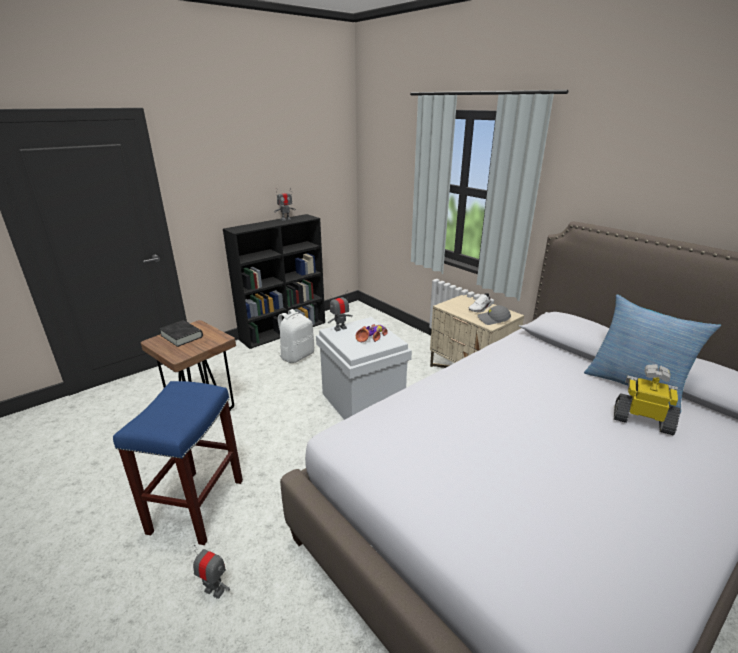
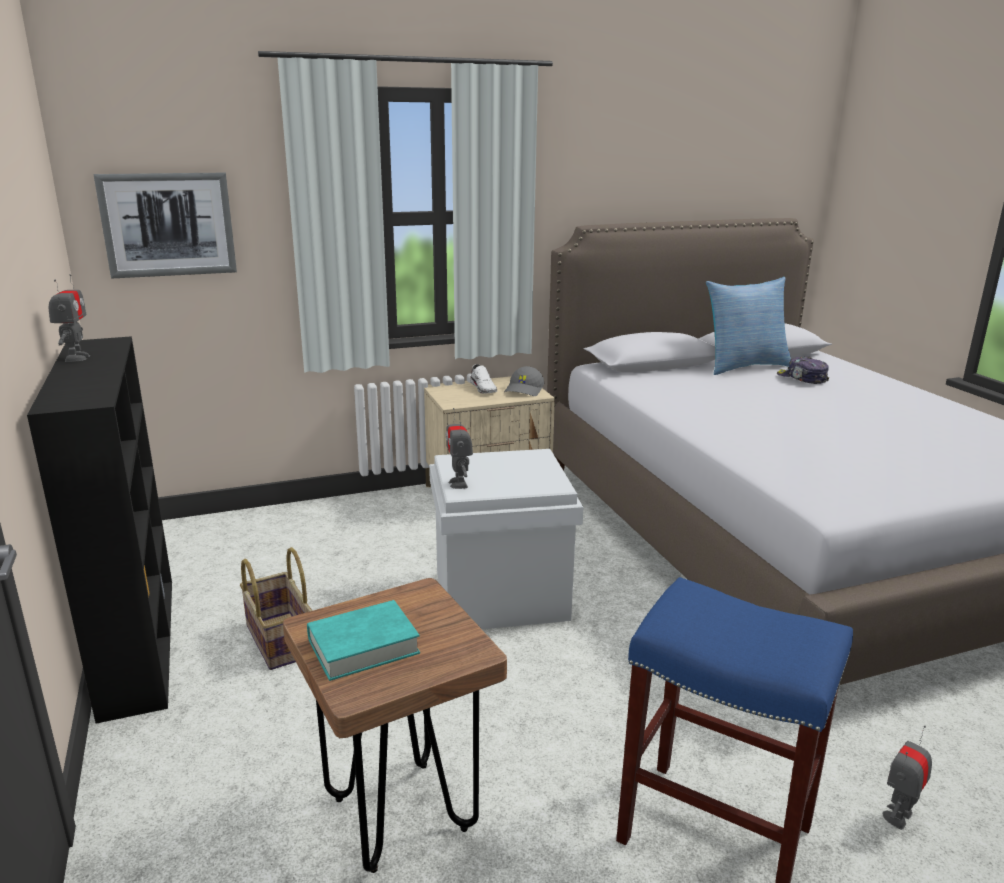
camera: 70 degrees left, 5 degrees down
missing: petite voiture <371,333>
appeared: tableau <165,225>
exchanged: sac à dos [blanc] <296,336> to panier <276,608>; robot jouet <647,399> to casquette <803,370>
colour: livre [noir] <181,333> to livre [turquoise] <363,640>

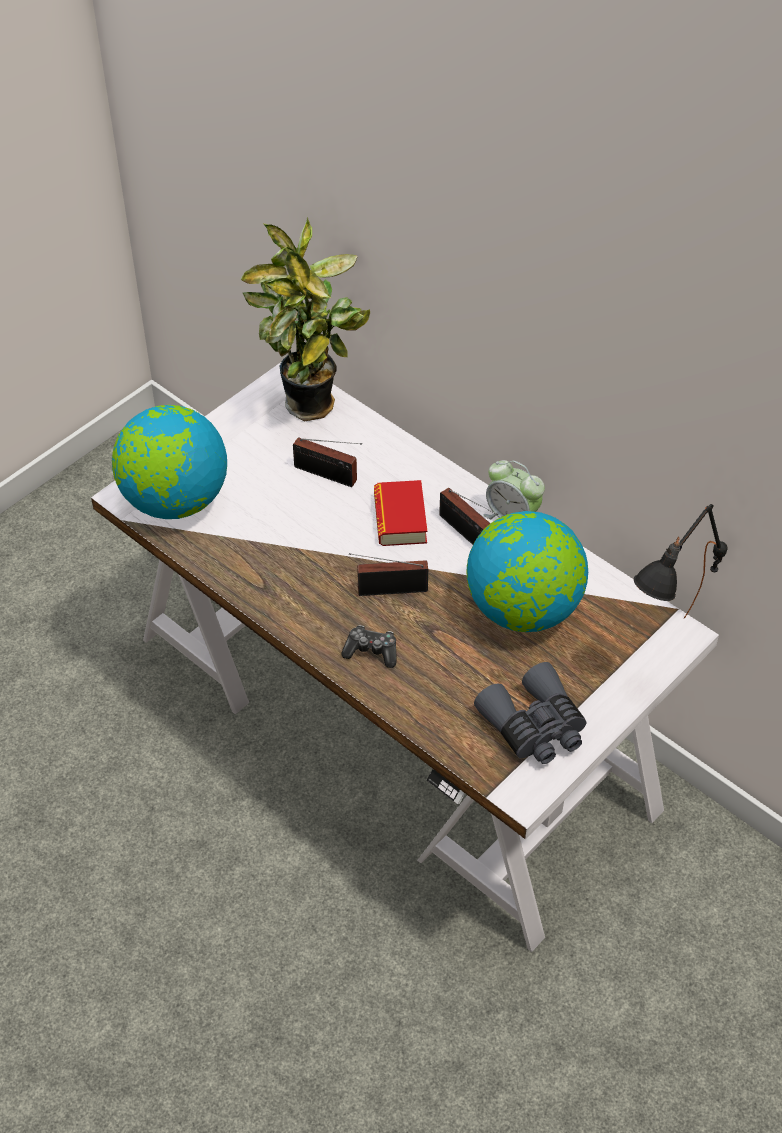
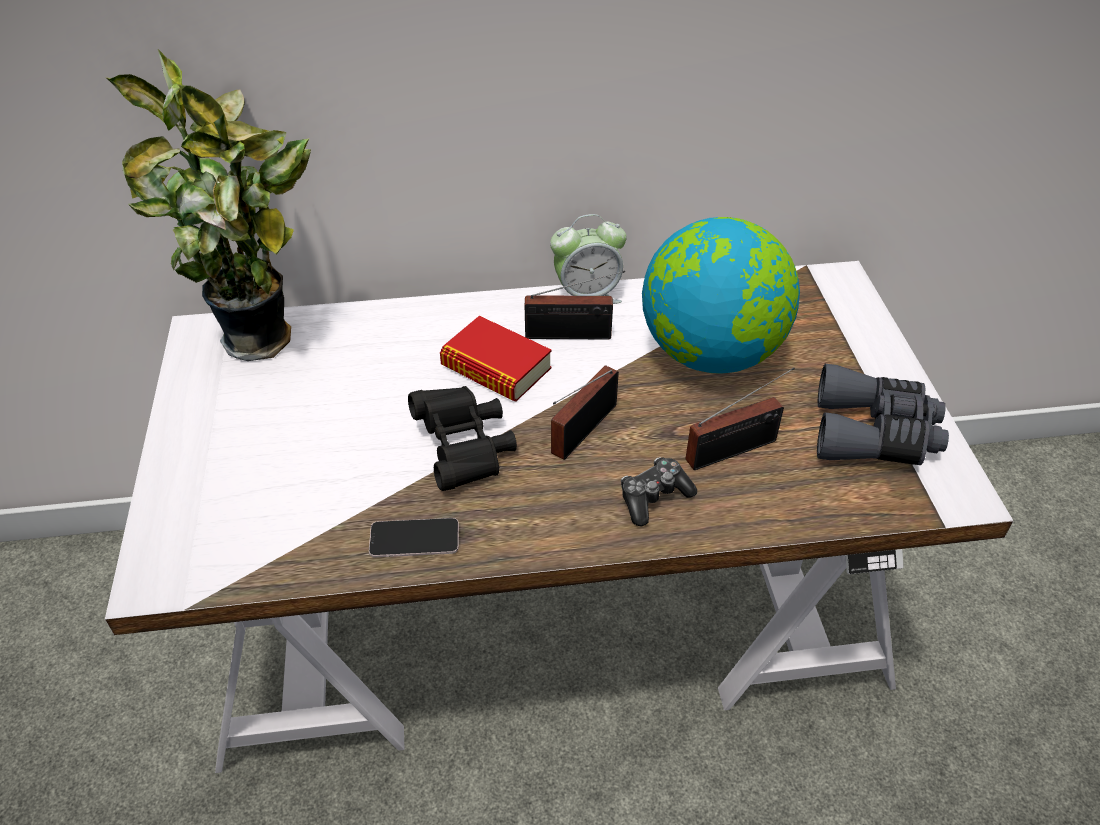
camera: 50 degrees left, 5 degrees down
missing: globe <169,462>; lampe de table [noir] <680,561>
appeared: téléphone <414,537>; jumelles [noir] <462,438>
relocated: radio <327,462> to <740,418>

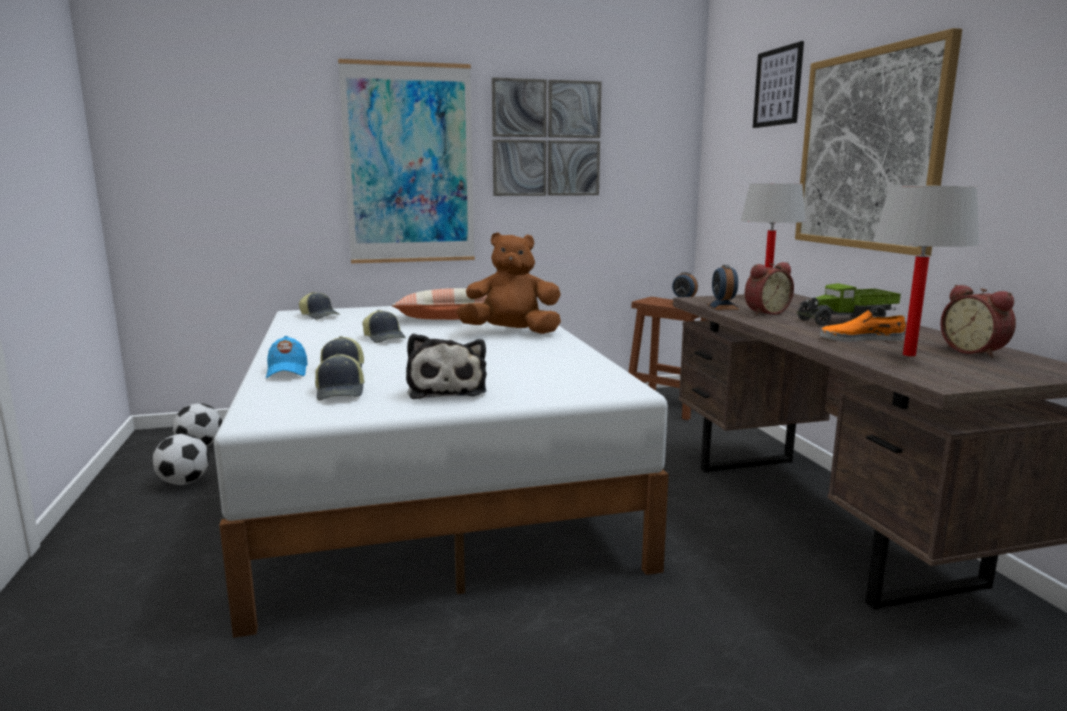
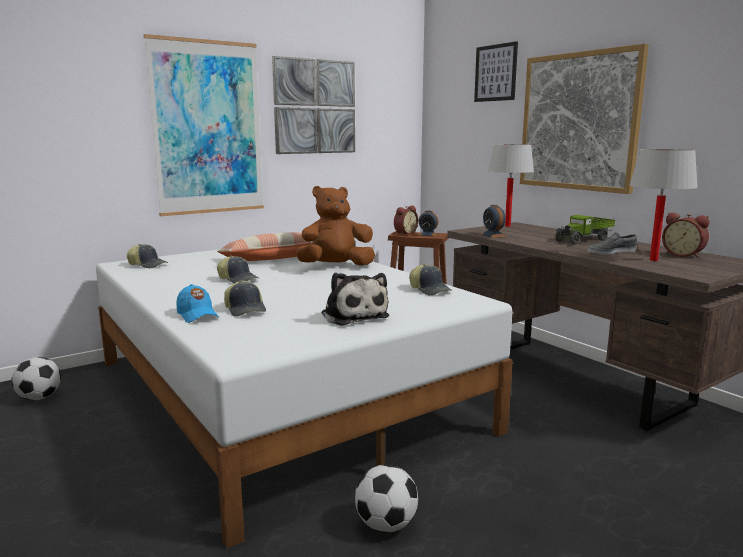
camera: 20 degrees left, 0 degrees up
relocated: ballon de foot <180,459> to <386,499>; réveil <769,288> to <406,220>; casquette <340,377> to <430,279>
colour: chaussure [orange] <863,326> to chaussure [gris] <612,243>

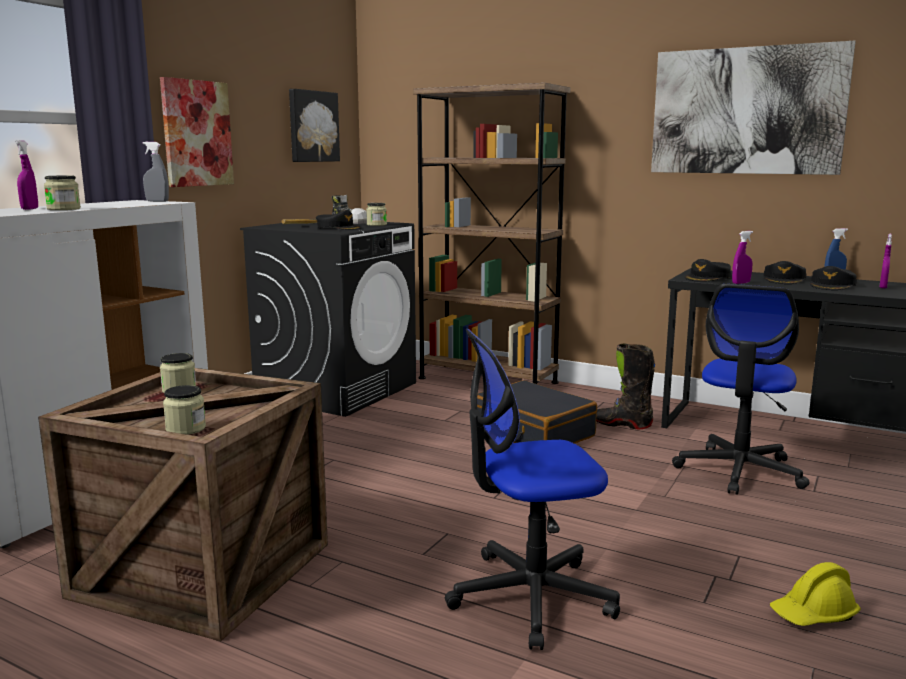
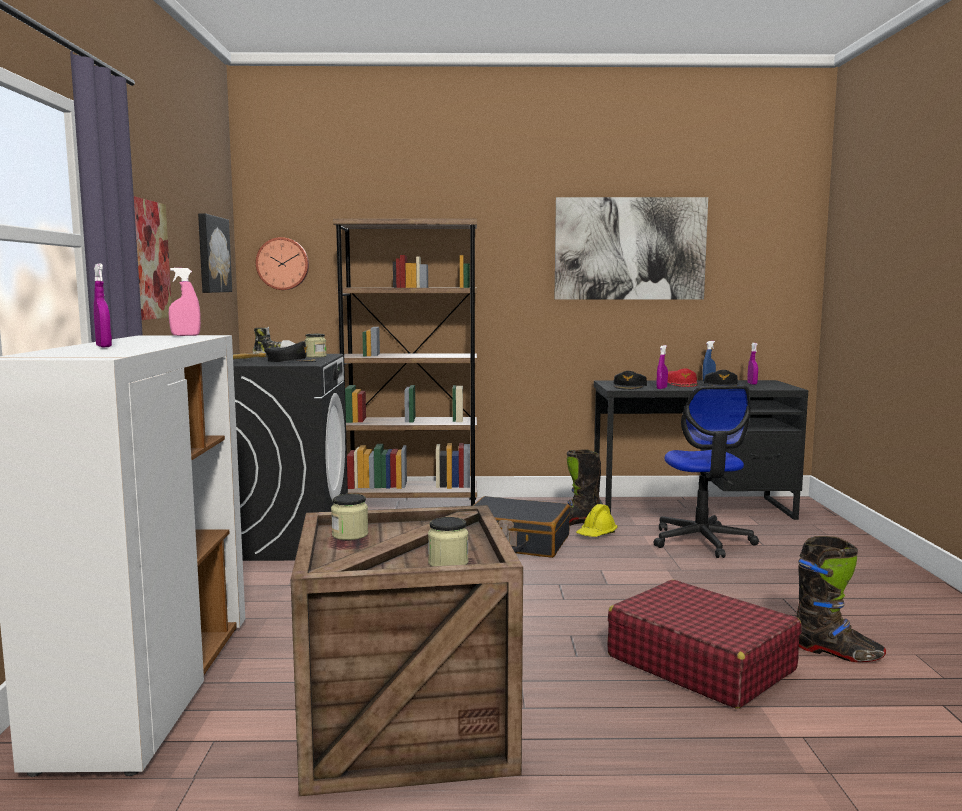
camera: 30 degrees left, 5 degrees down
missing: bocal <62,193>
appeared: horloge murale <282,263>; botte [noir] <840,599>
relocated: casque de chantier [jaune] <815,594> to <597,520>
exchanged: chaise de bureau <532,489> to valise [rouge] <704,644>
colour: vaporisateur [gris] <156,172> to vaporisateur [rose] <185,302>; casquette [noir] <785,272> to casquette [rouge] <683,377>

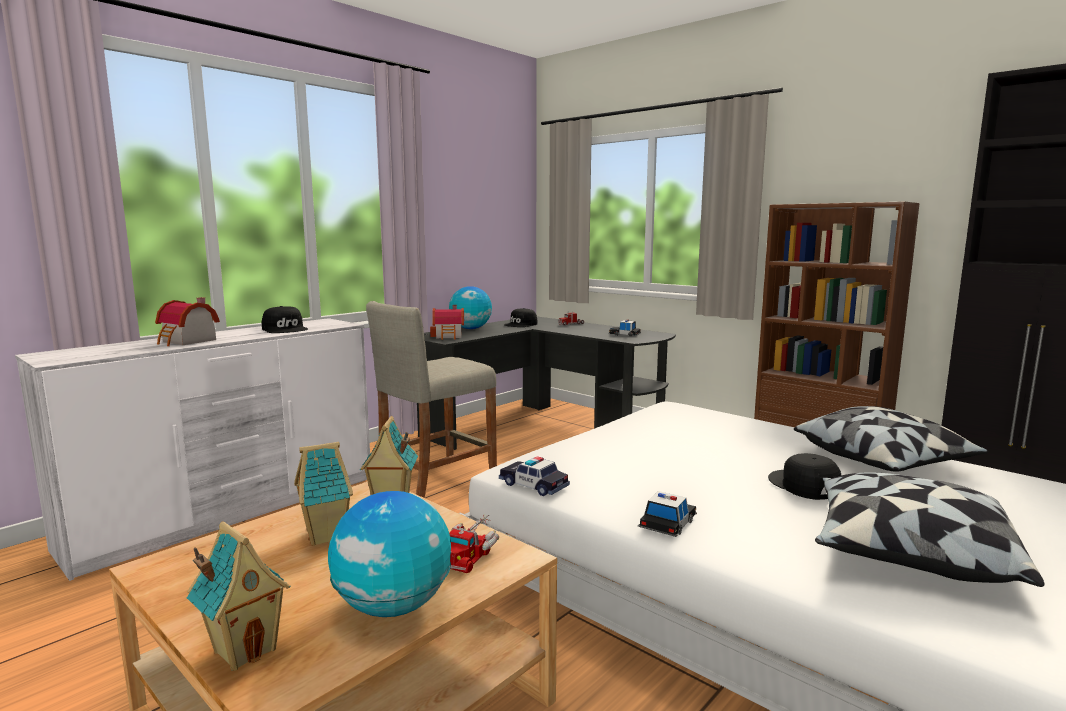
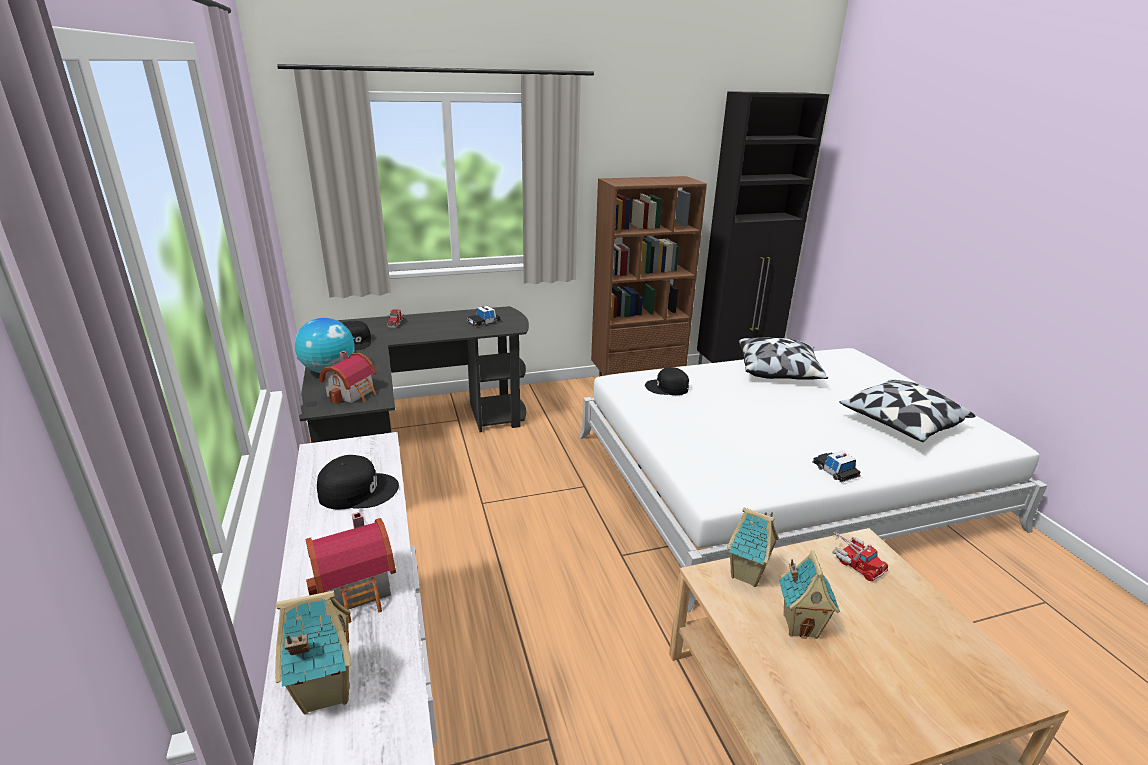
camera: 60 degrees left, 15 degrees up
missing: globe <389,554>; tabouret [beige] <431,399>; petite voiture <534,476>
relocated: maison miniature <239,596> to <313,652>; casquette [noir] <804,476> to <667,381>

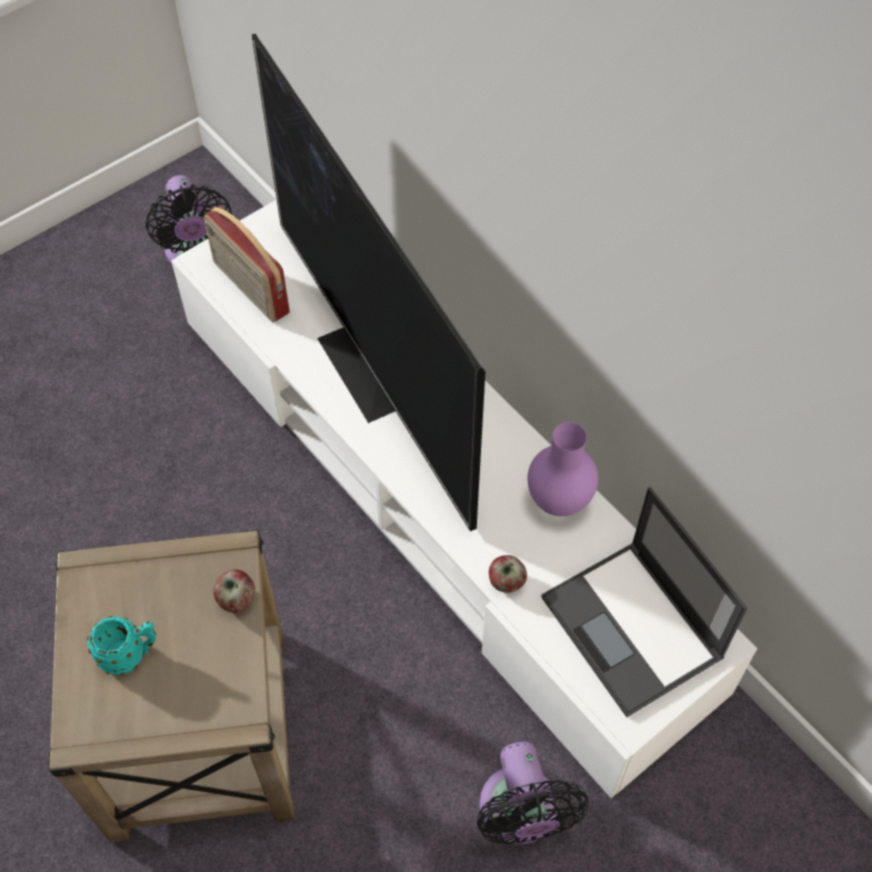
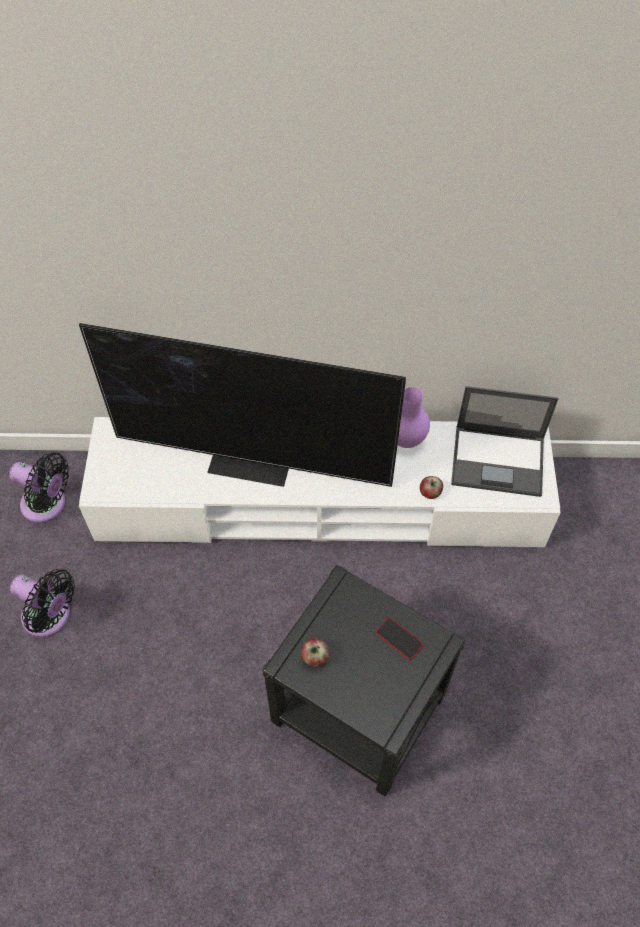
camera: 50 degrees left, 0 degrees up
missing: mug [turquoise] <121,645>; radio <246,264>
appeared: téléphone <400,639>
relocated: ventilateur [noir] <532,793> to <42,603>; pomme <234,591> to <315,652>
colour: table d'appoint [beige] <171,686> to table d'appoint [noir] <364,680>

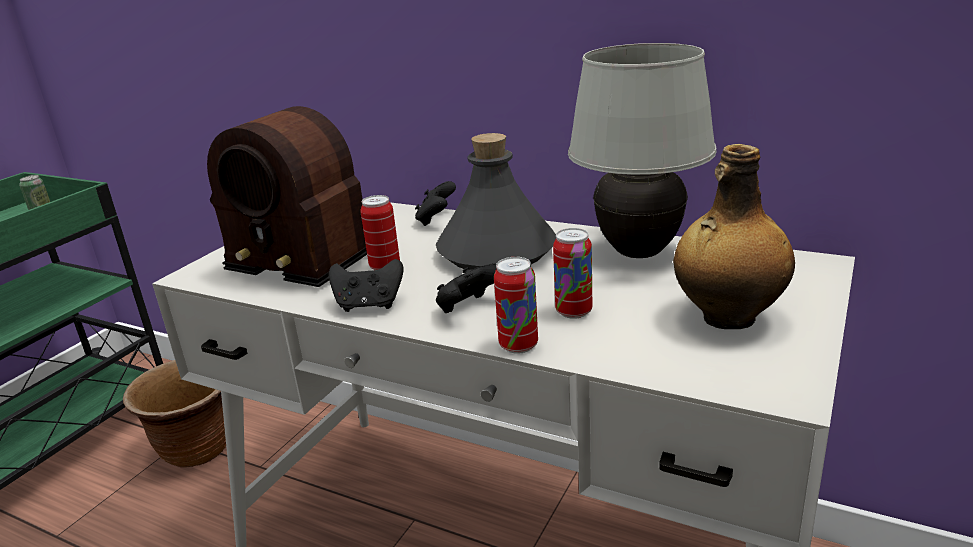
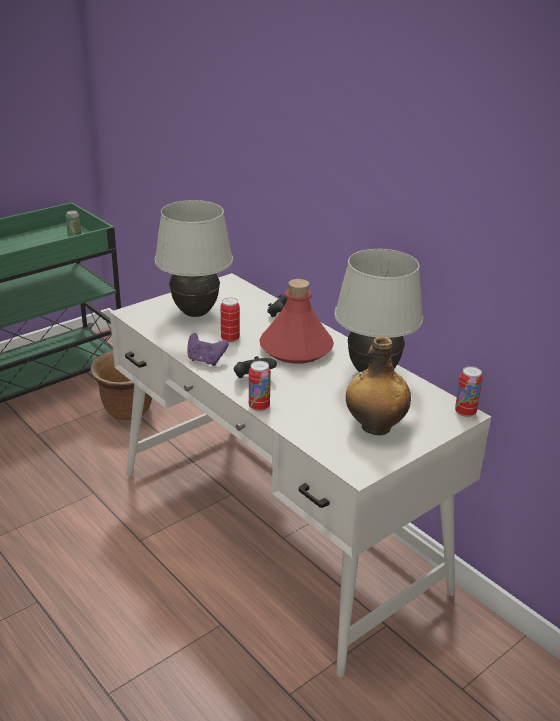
camera: 20 degrees right, 5 degrees up
relocated: boîte métallique <572,273> to <469,391>
exchanged: radio <287,196> to lampe de table [blanc] <194,258>
colour: manette [noir] <366,285> to manette [violet] <208,349>; bouteille [gris] <496,201> to bouteille [rouge] <296,321>

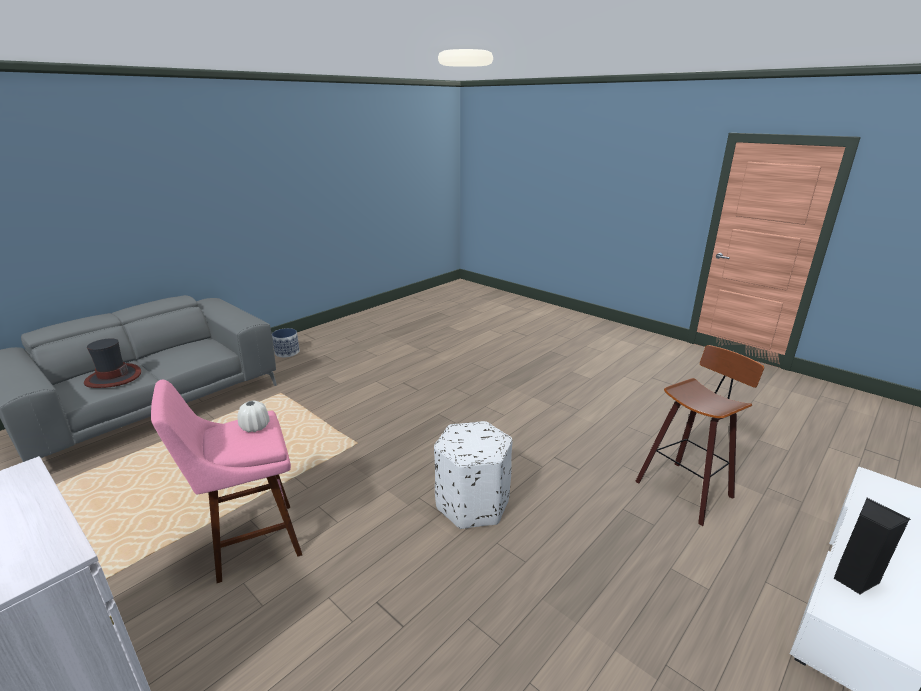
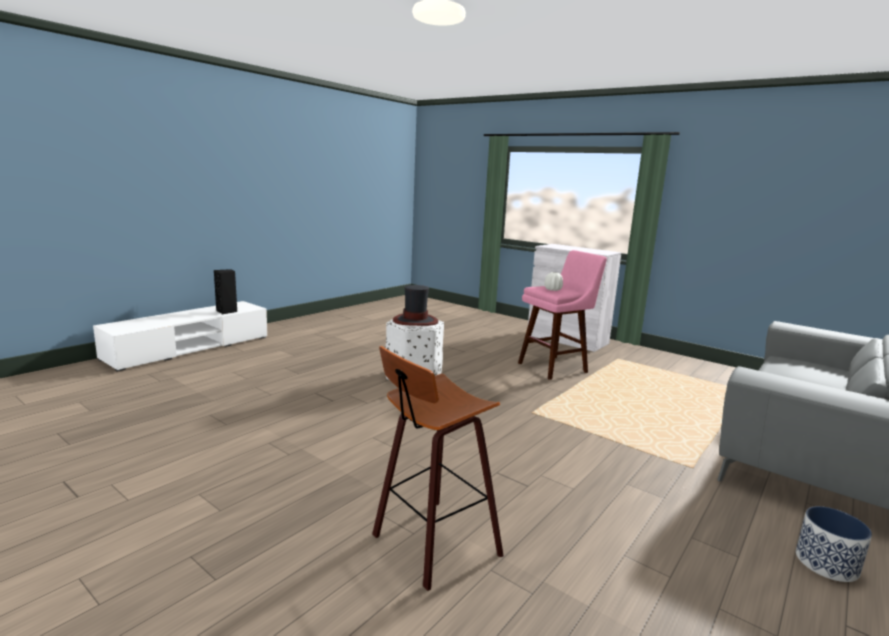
camera: 175 degrees right, 10 degrees down
relocated: tabouret <699,435> to <437,468>; chapeau <112,363> to <415,305>

